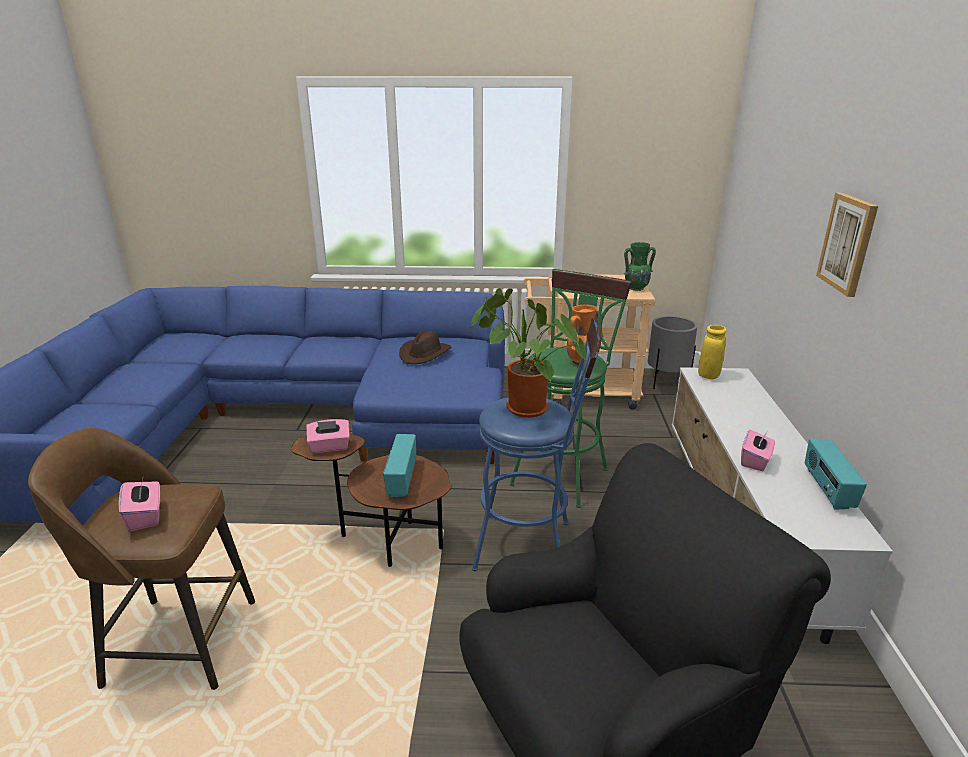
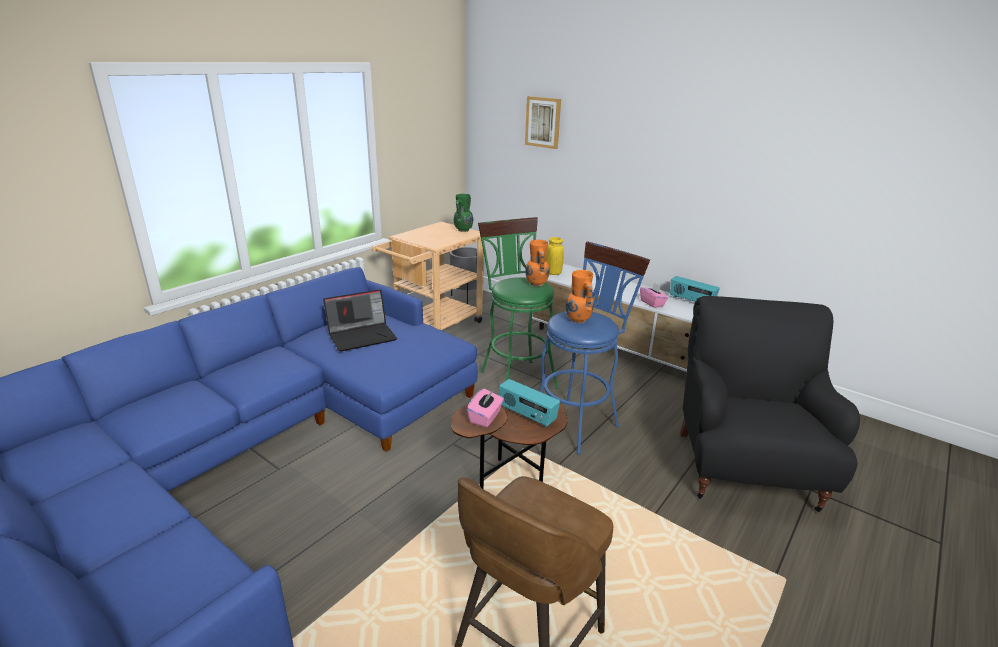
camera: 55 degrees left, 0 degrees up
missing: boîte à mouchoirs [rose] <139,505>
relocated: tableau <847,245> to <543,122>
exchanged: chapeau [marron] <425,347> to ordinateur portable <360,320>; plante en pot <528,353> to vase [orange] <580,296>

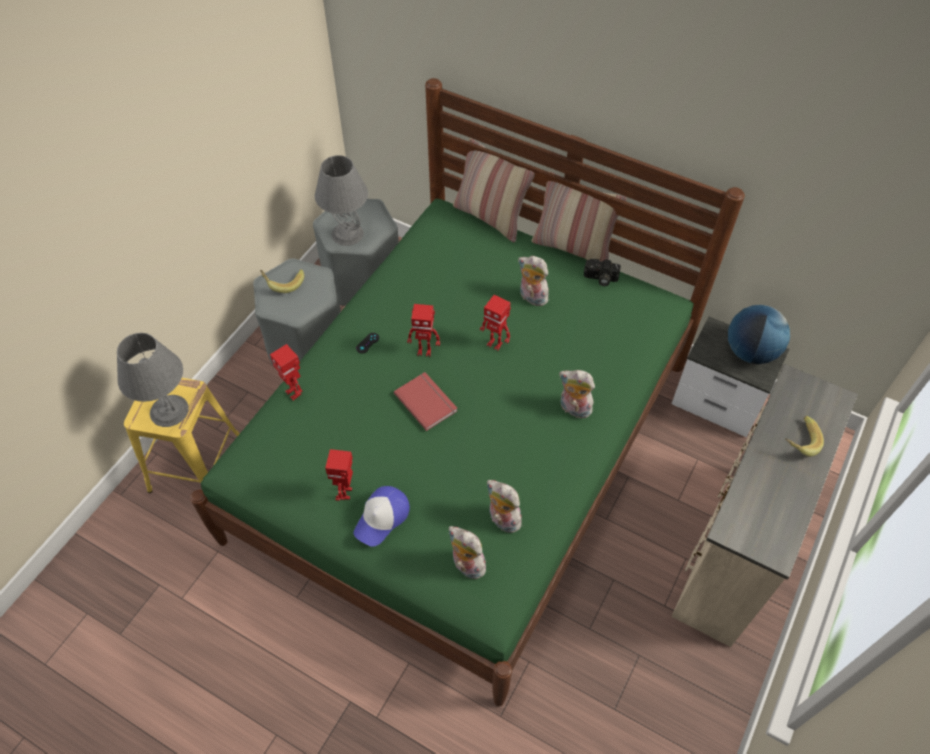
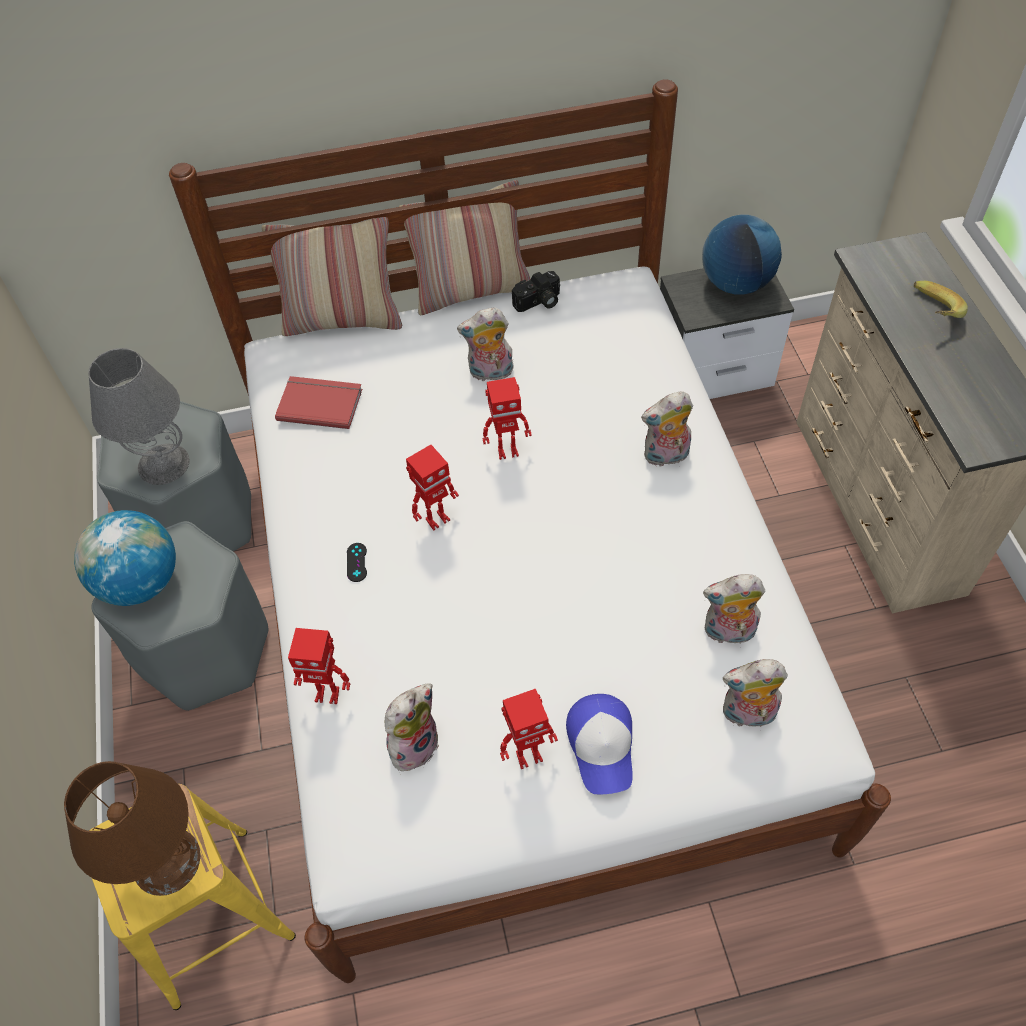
camera: 40 degrees left, 0 degrees up
appeared: peluche <412,728>
relocated: livre [rouge] <425,401> to <318,402>
exchanged: banane <282,281> to globe <125,558>
colour: lampe de table [gris] <153,380> to lampe de table [marron] <132,828>; lit [vert] <467,392> to lit [blanc] <530,531>
spun: robot jouet <339,475> = <529,729> 75 degrees counterclockwise

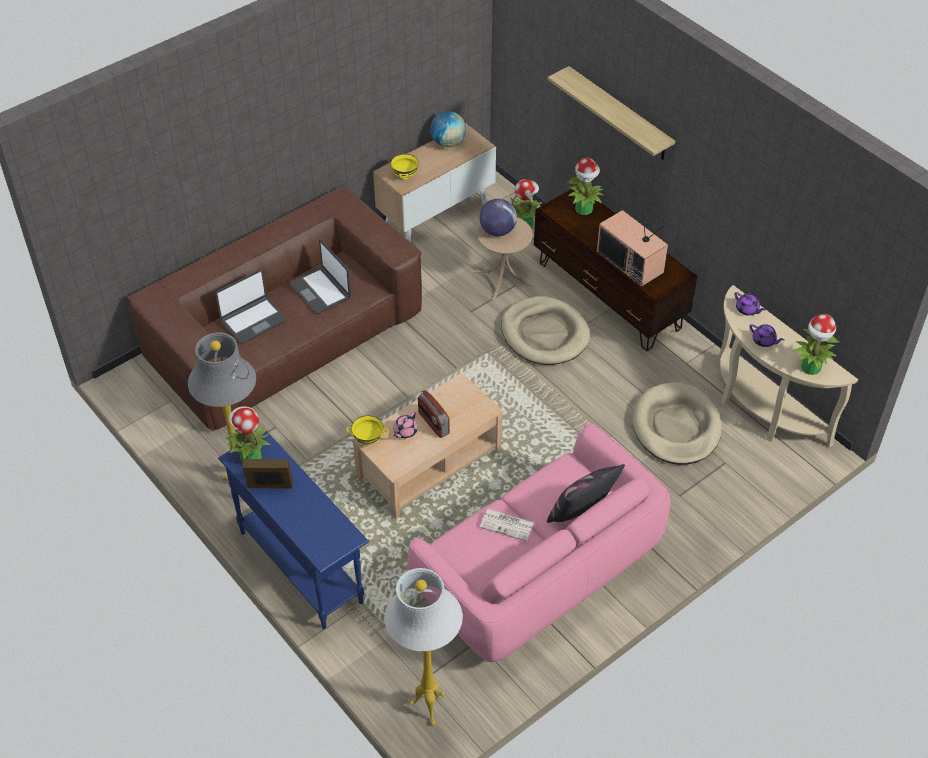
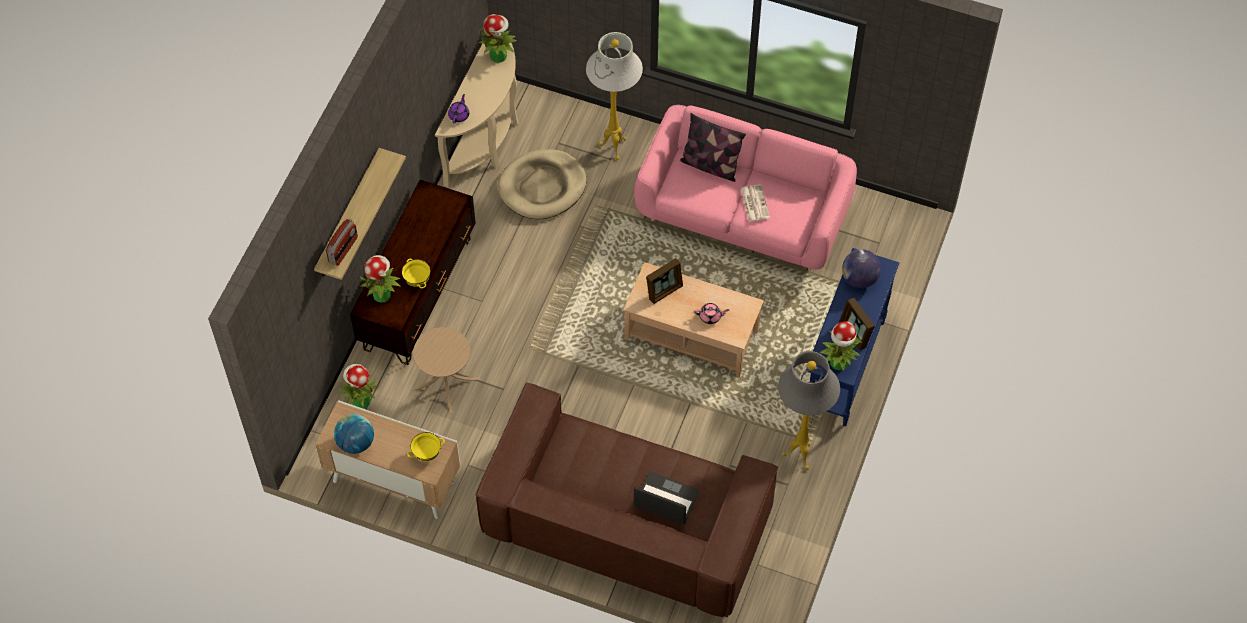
camera: 120 degrees left, 10 degrees up
missing: ordinateur portable <320,277>; panier pour chien [beige] <545,330>; téléviseur <632,246>; théière [violet] <766,335>
appeared: cadre photo <664,281>
relocated: radio <434,414> to <342,242>; bol [jaune] <368,430> to <416,273>; lampadaire [blanc] <423,647> to <614,96>; globe <498,217> to <861,268>

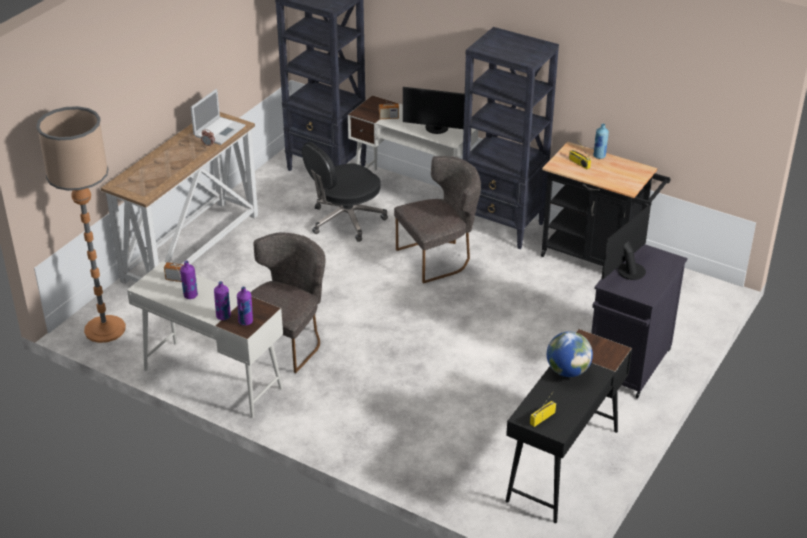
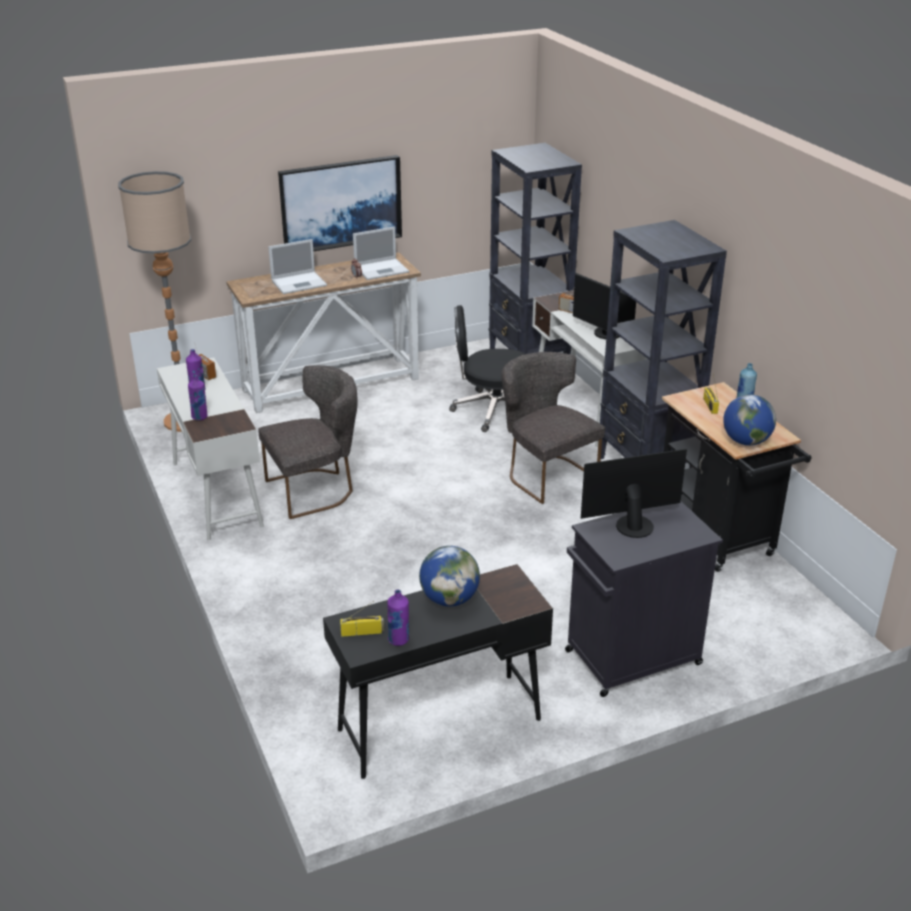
camera: 35 degrees right, 5 degrees down
appeared: ordinateur portable <297,266>; tableau <340,203>; globe <749,420>
relocated: bouteille [violet] <245,306> to <398,617>
spun: chaise [gris] <437,220> = <553,428> 135 degrees counterclockwise

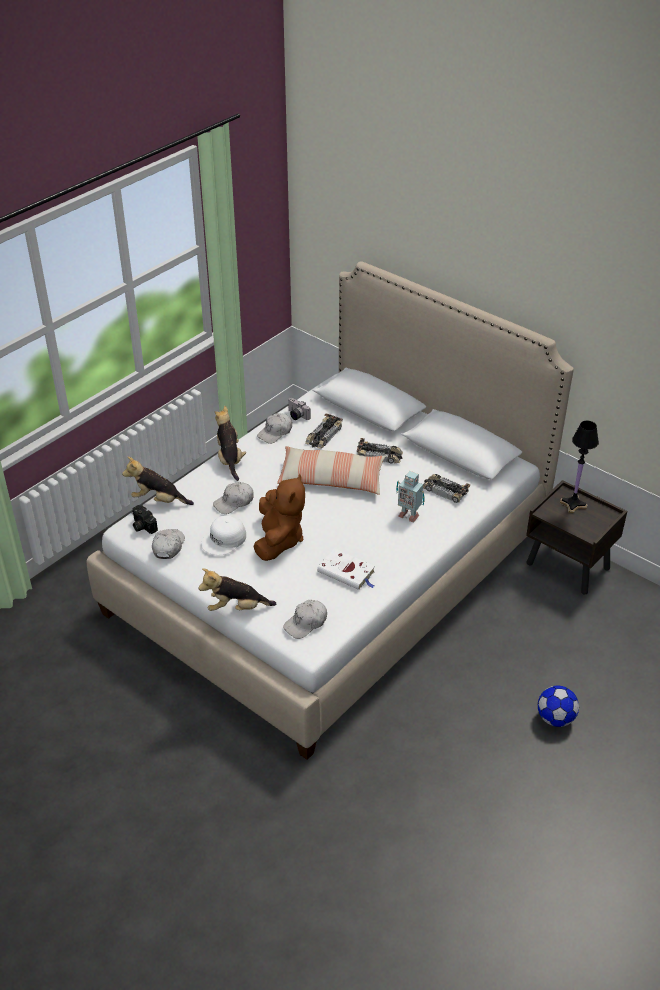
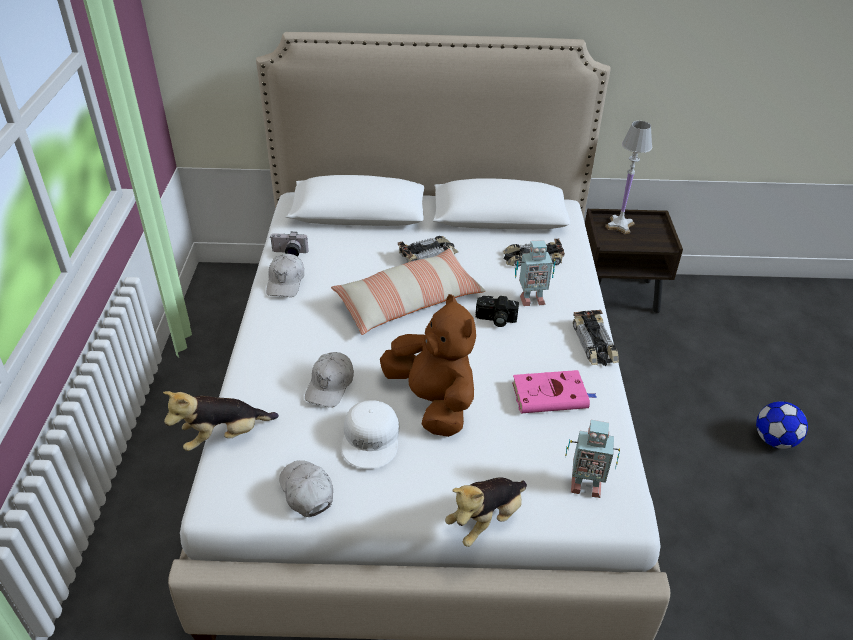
camera: 40 degrees left, 0 degrees up
missing: peluche <230,443>
relocated: appareil photo <145,519> to <497,311>; petite voiture <324,431> to <596,338>
exchanged: casquette [blanc] <305,619> to robot jouet <592,459>
colour: livre [blanc] <346,569> to livre [rose] <554,391>; lampe de table [noir] <579,467> to lampe de table [blanc] <628,177>

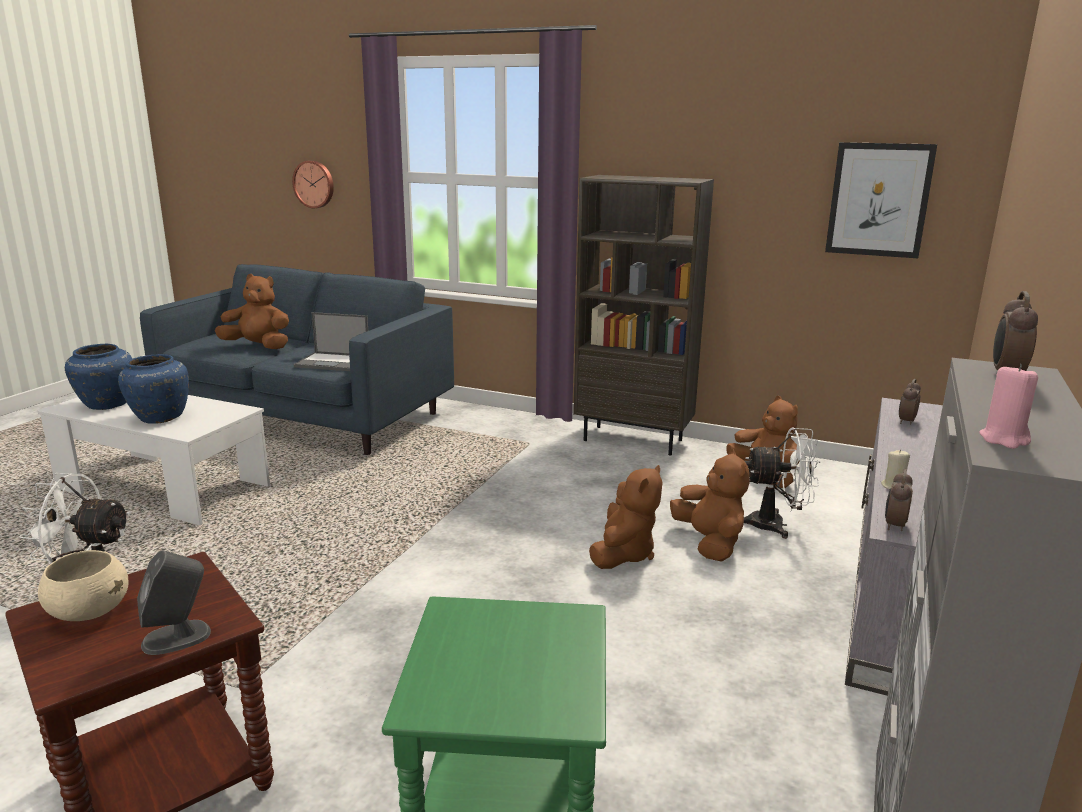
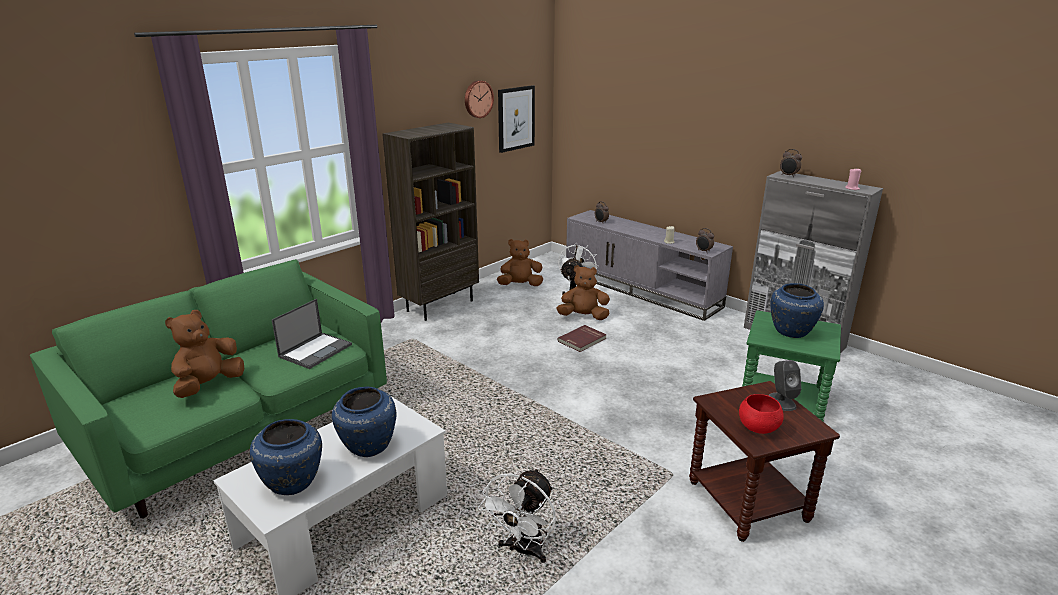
camera: 70 degrees left, 5 degrees up
appeared: vase [bleu] <797,310>
relocated: horloge murale <313,184> to <479,99>
exchanged: peluche [marron] <626,517> to livre [rouge] <582,338>
colour: canapé [bleu] <297,359> to canapé [vert] <208,388>; bol [beige] <83,585> to bol [rouge] <761,414>

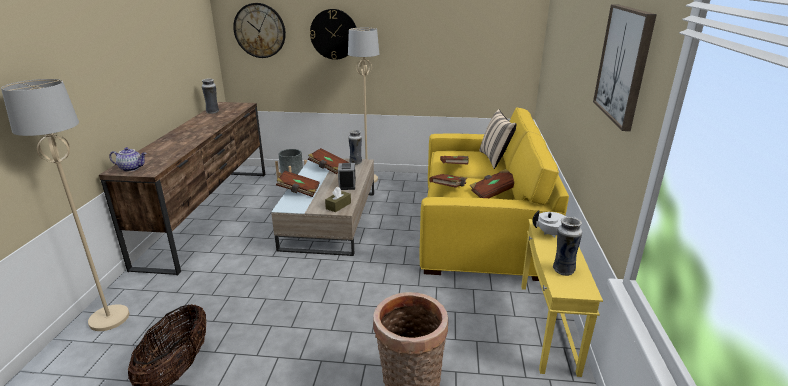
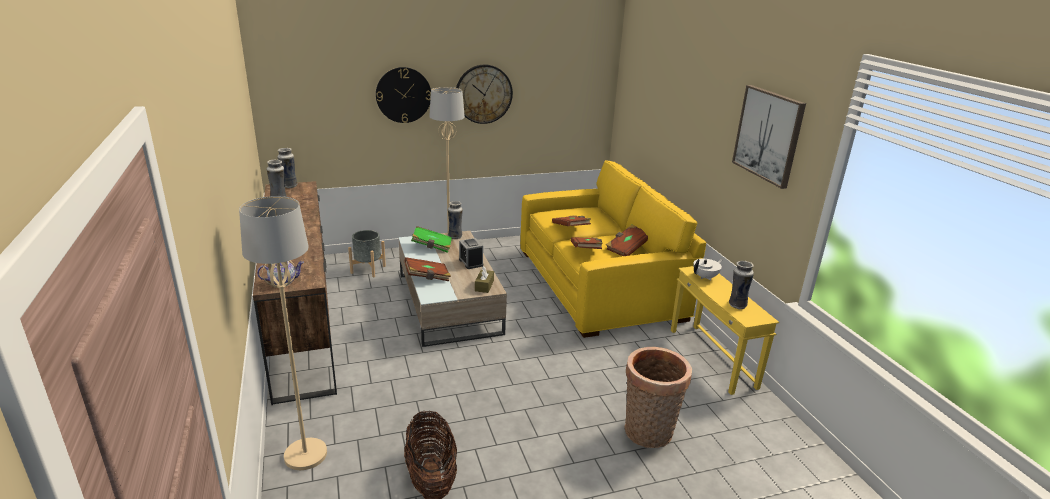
camera: 25 degrees left, 0 degrees up
missing: coussin [beige] <497,139>
appeared: vase <287,168>
relocated: horloge murale <259,30> to <484,94>
colour: livre [marron] <328,161> to livre [vert] <431,239>

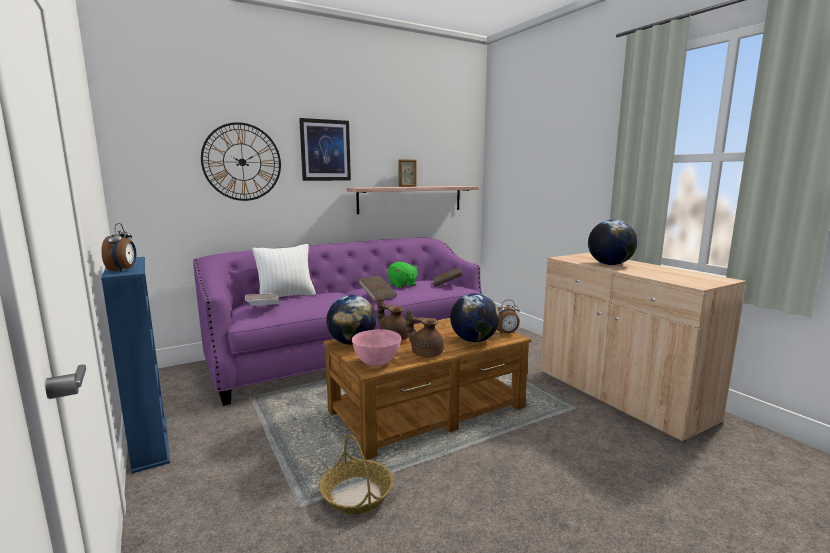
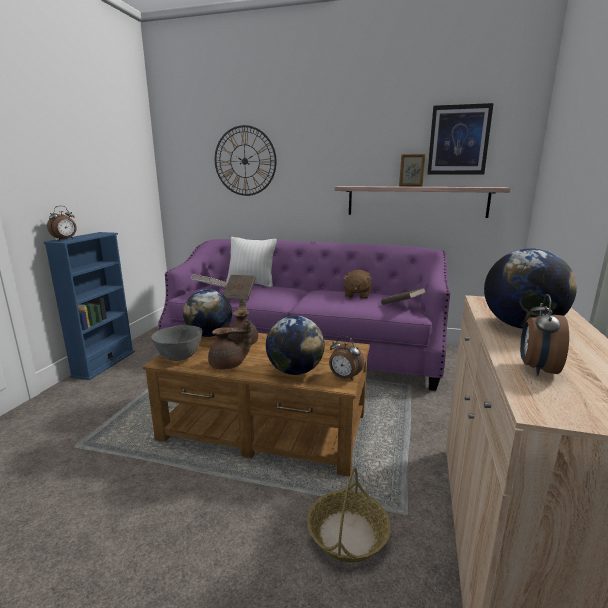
camera: 45 degrees right, 5 degrees up
appeared: réveil <544,335>
relocated: livre [marron] <377,288> to <239,287>; panier <356,474> to <349,515>; tableau <325,149> to <460,138>
colour: bol [rose] <377,347> to bol [gris] <176,343>; peluche [vert] <403,275> to peluche [marron] <357,284>
spun: théière [marron] <425,333> = <229,345> 90 degrees clockwise

